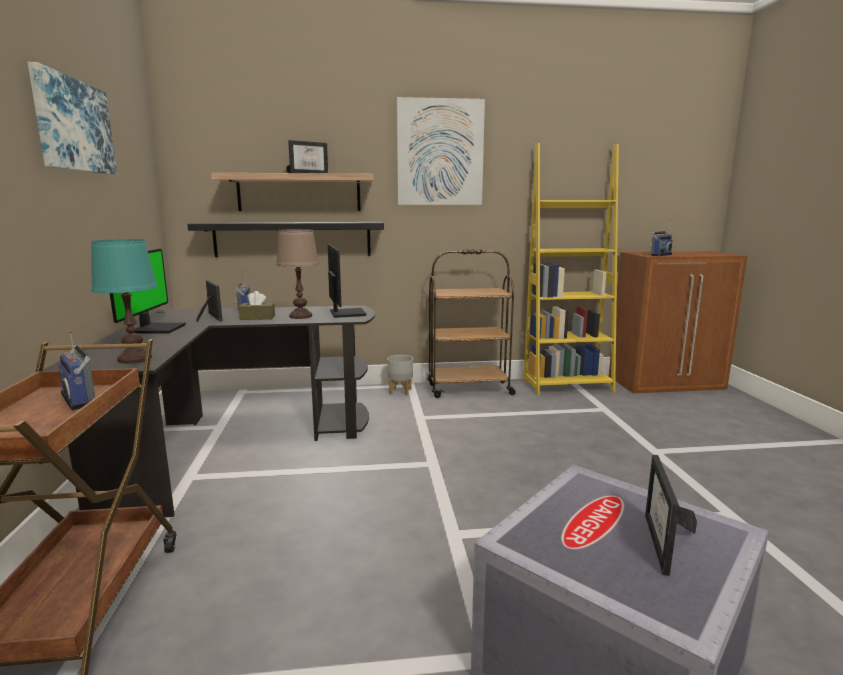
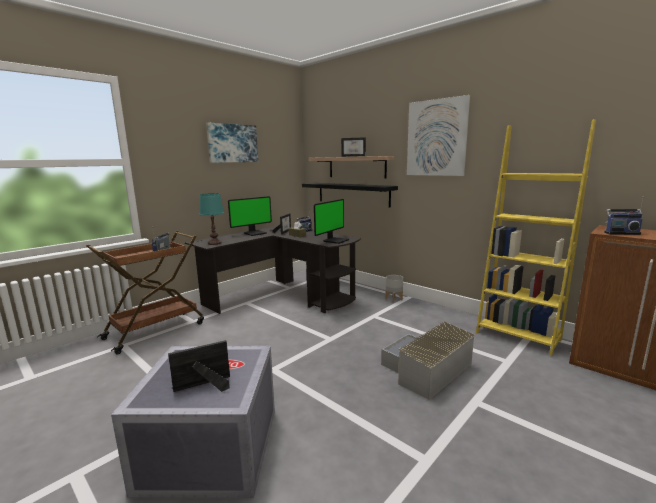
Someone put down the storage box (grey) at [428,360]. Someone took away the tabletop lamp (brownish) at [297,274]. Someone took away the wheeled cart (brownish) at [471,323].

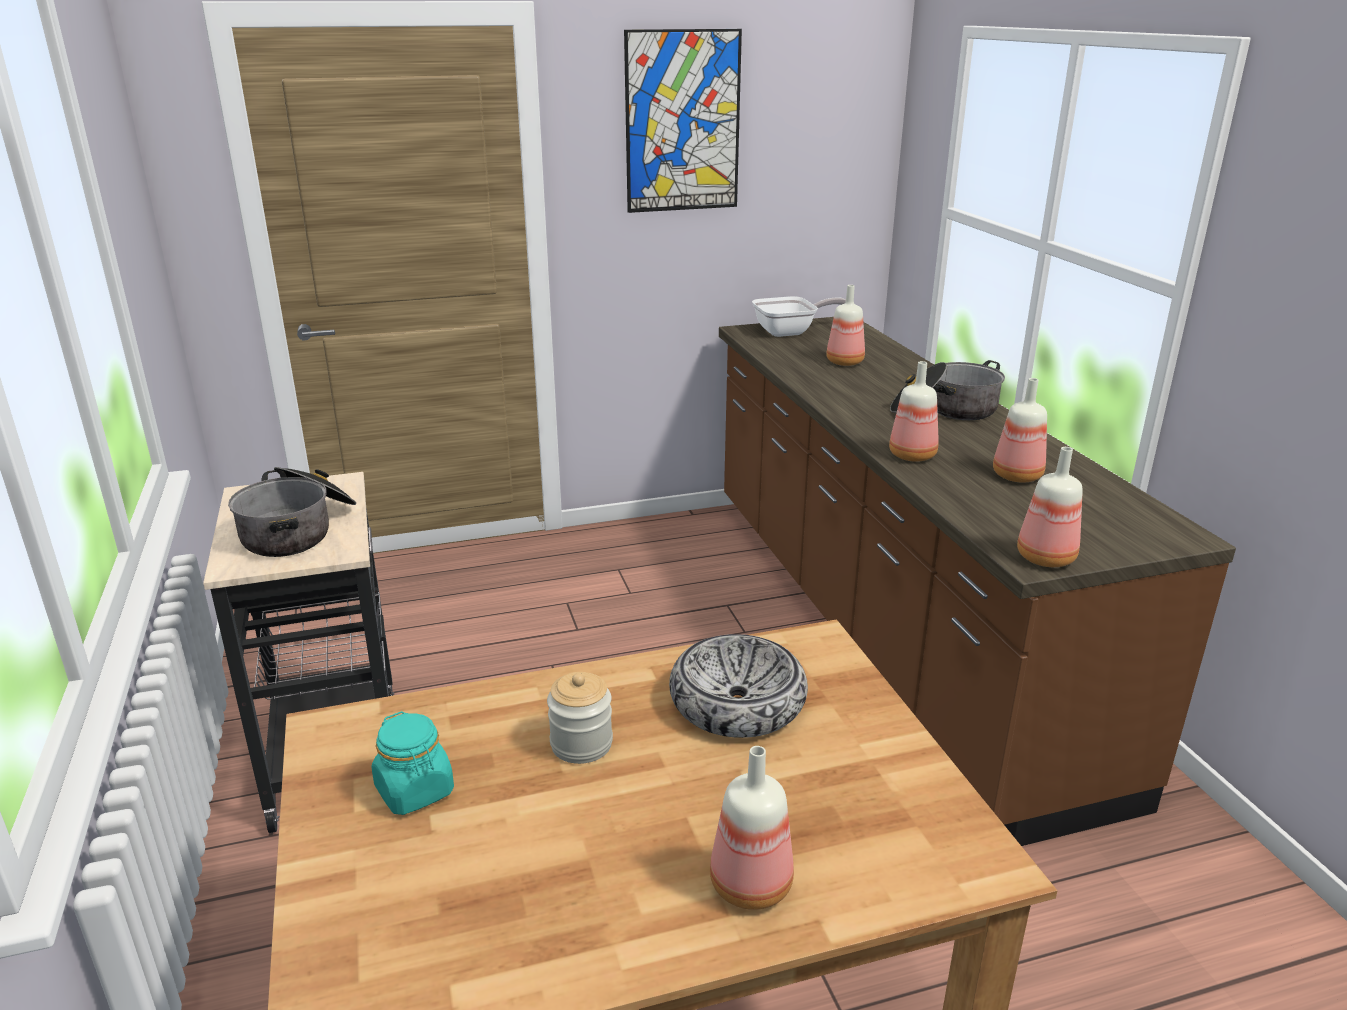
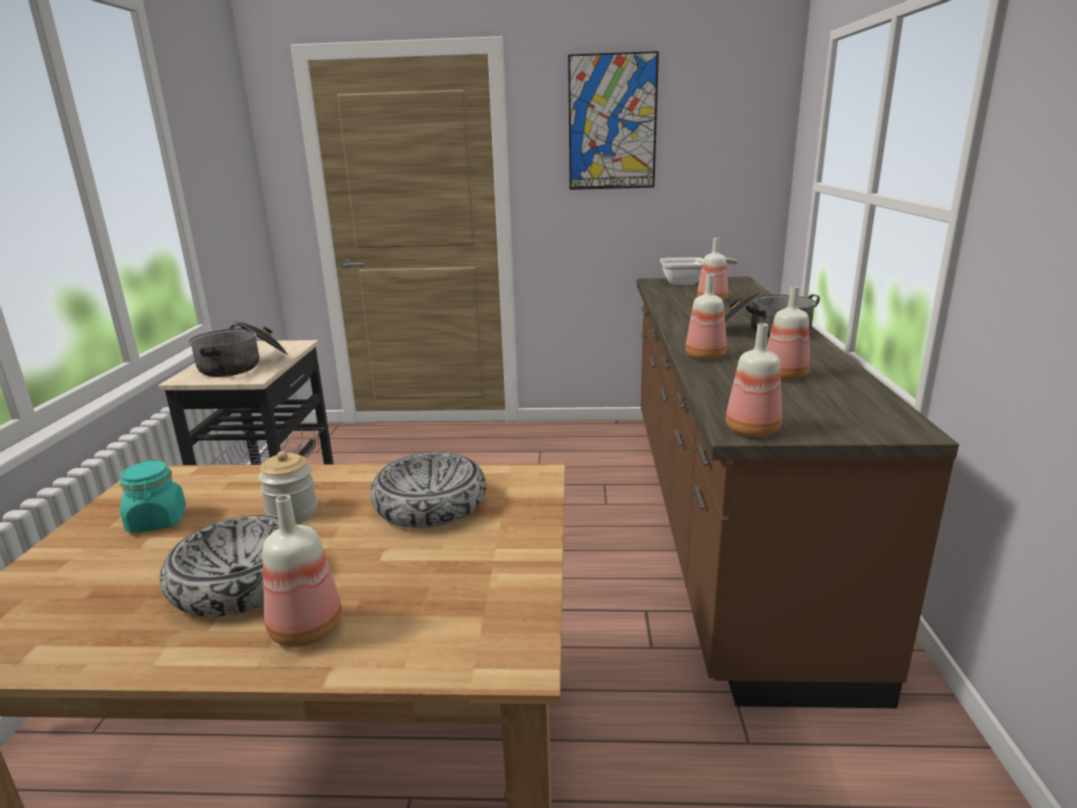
Someone put down the bowl at [220,566].

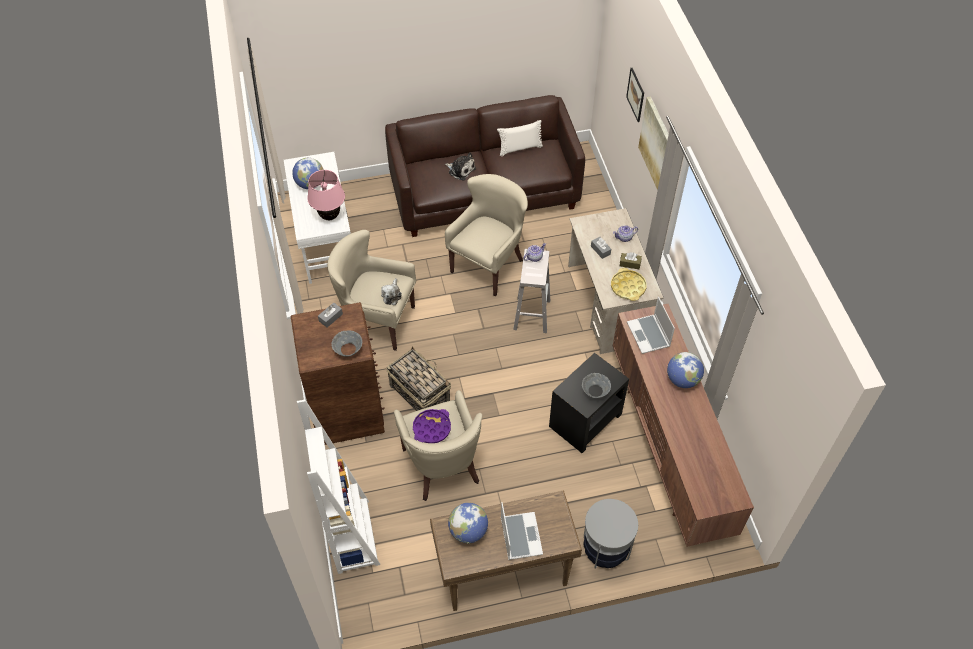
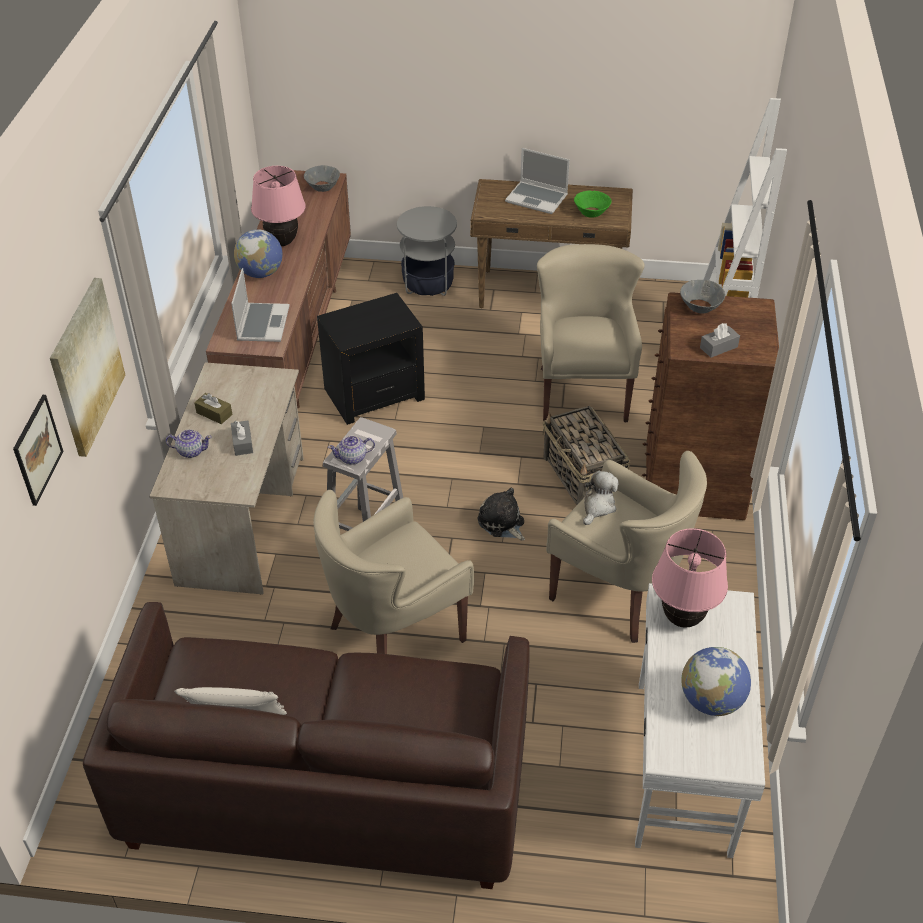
Someone put down the tabletop lamp (pink) at [278,206]. Someone carried the bowl (grey) from [596,385] to [322,178]. Someone carried the cuddly toy from [460,166] to [501,514]. Someone rotated the laptop at [522,531] by 75 degrees counterclockwise. Someone swapped the world globe at [468,523] for the bowl (green-coloured) at [593,204]. Someone took away the tray (purple) at [432,426]. Someone took away the tray (yellow-coloured) at [629,284].

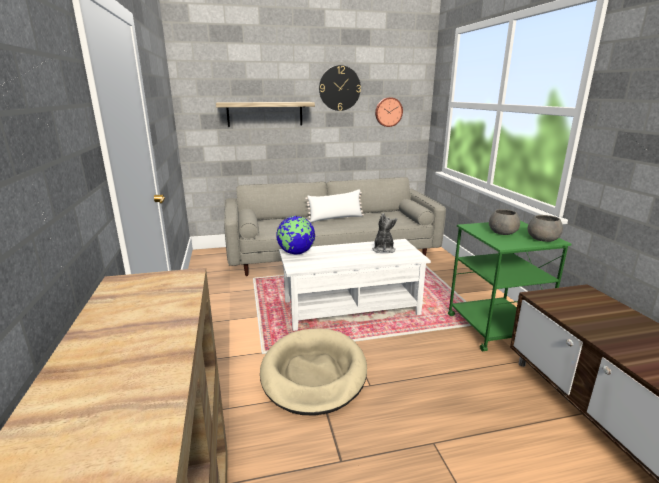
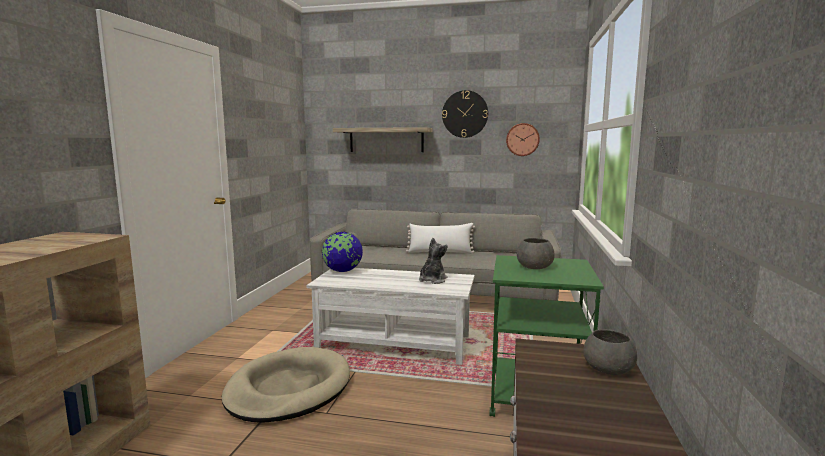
Someone carried the bowl (grey) from [545,228] to [610,352].

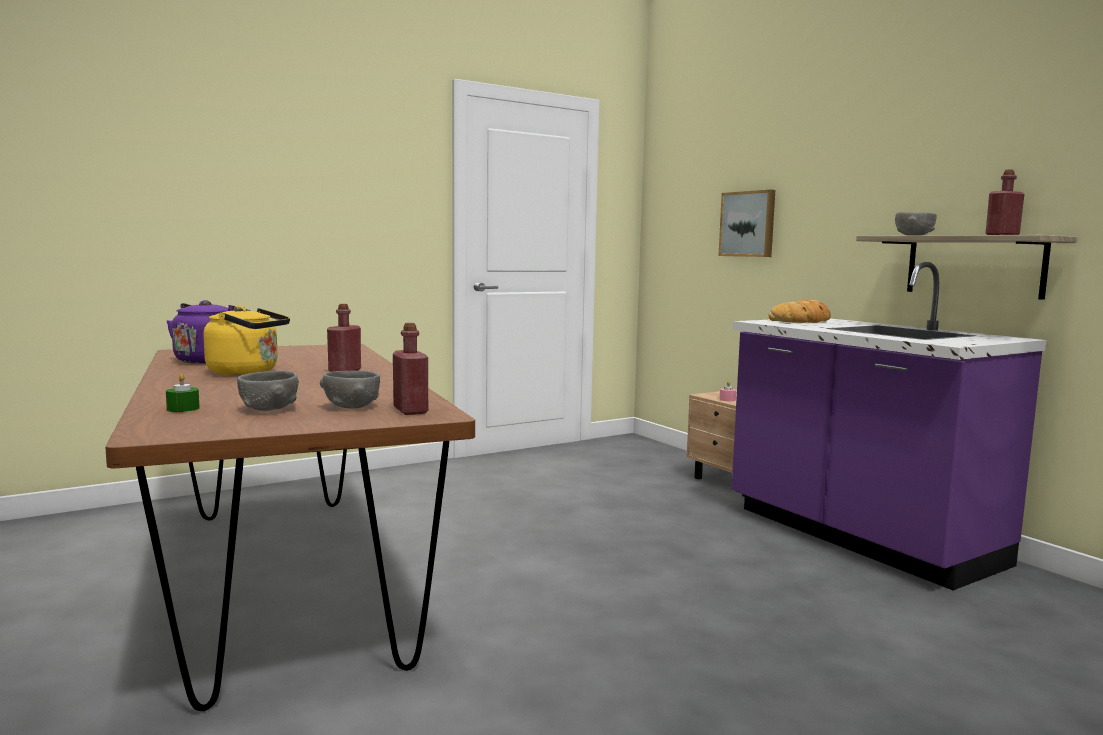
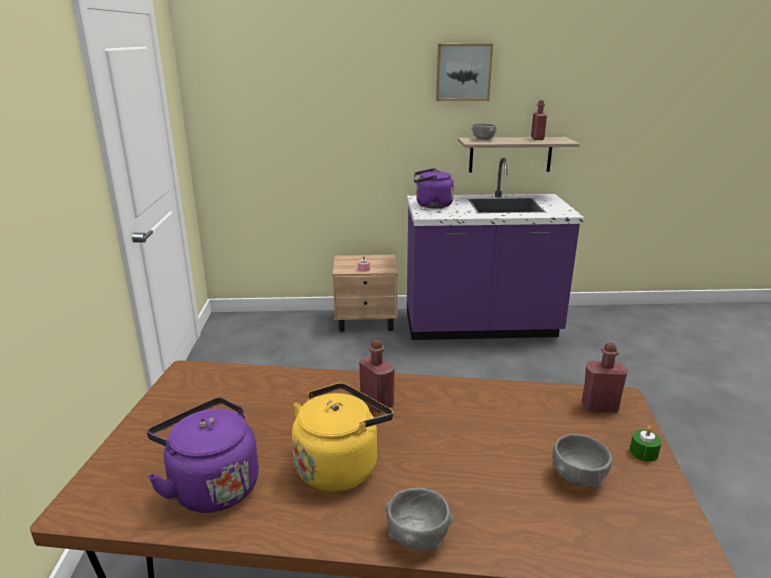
Someone carried the bowl (grey) from [350,389] to [419,519]. Someone swapped the bread at [799,311] for the tea kettle (purple) at [434,188]. Someone carried the wall art from [746,223] to [464,72]. Someone carried the wax light (green-coloured) from [183,393] to [646,444].

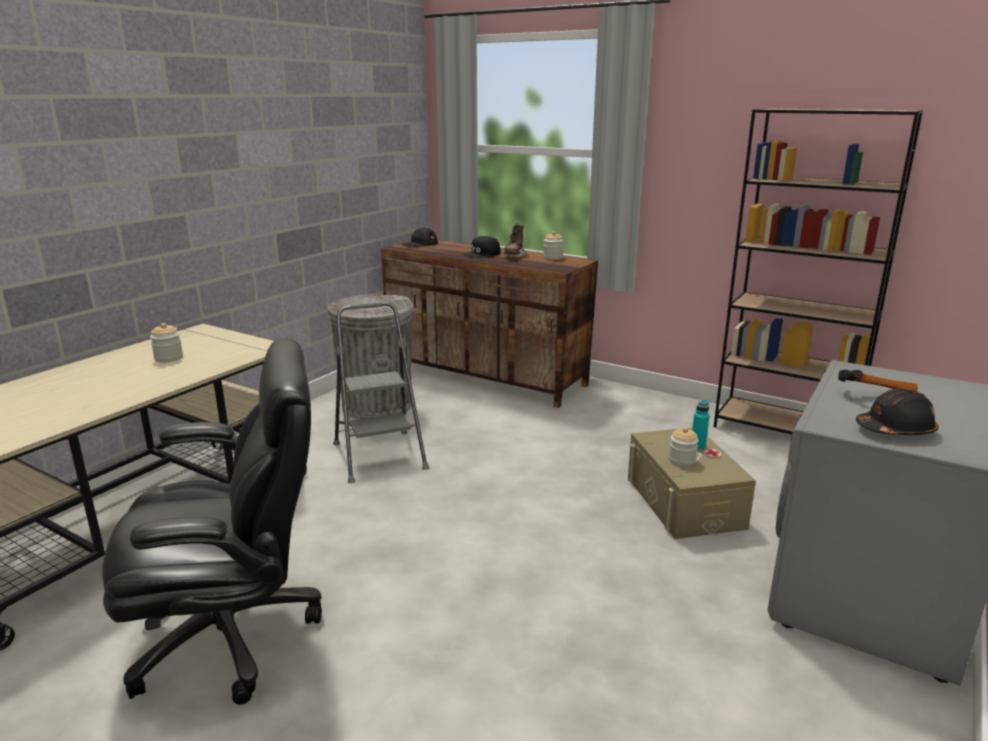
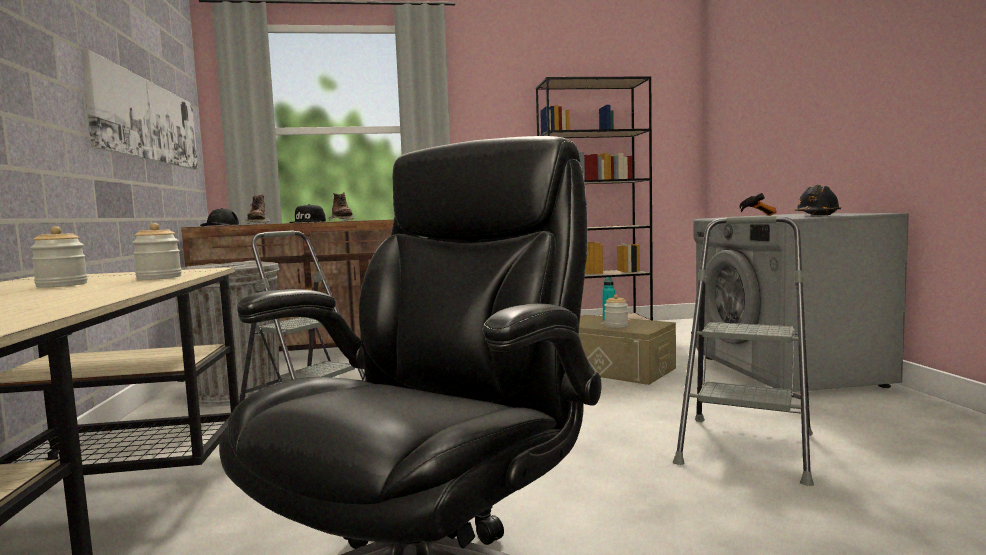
Someone put up the wall art at [139,109]. Someone carried the storage jar from [553,245] to [157,251]. Someone put down the boot (brownish) at [257,209]. Someone put down the stepladder (grey) at [743,351].

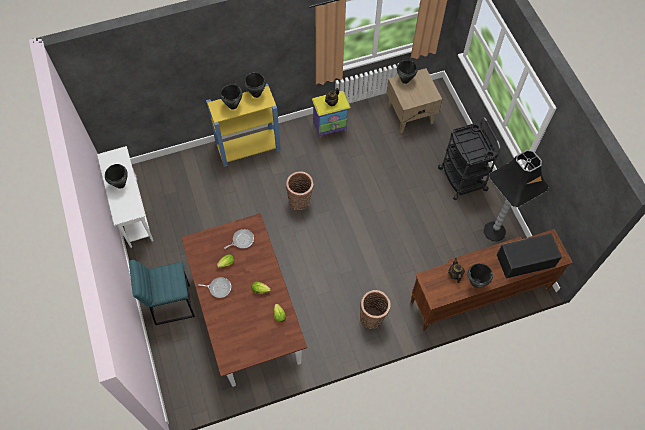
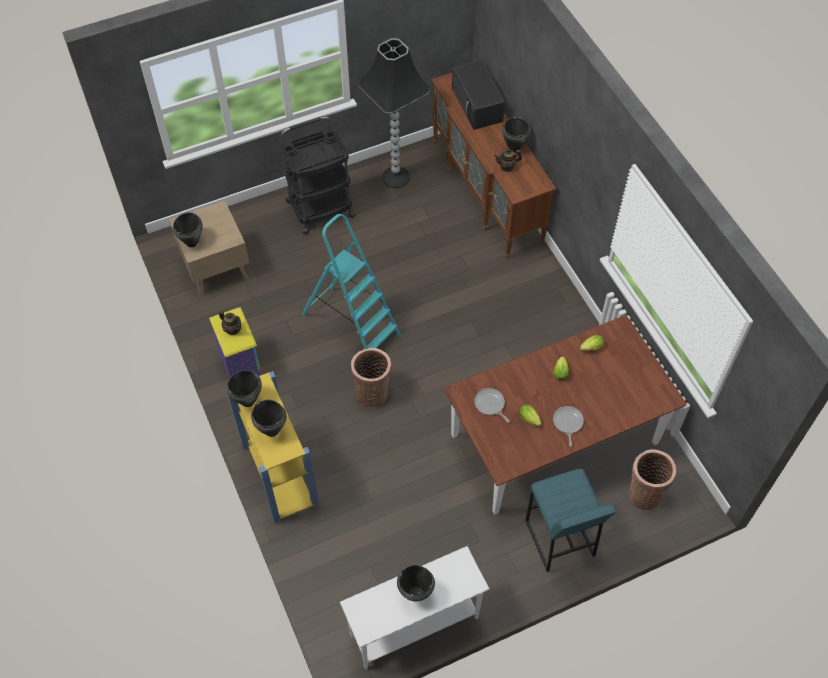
Someone put down the stepladder (blue-green) at [351,282]. Someone carried the basket from [375,309] to [652,480].

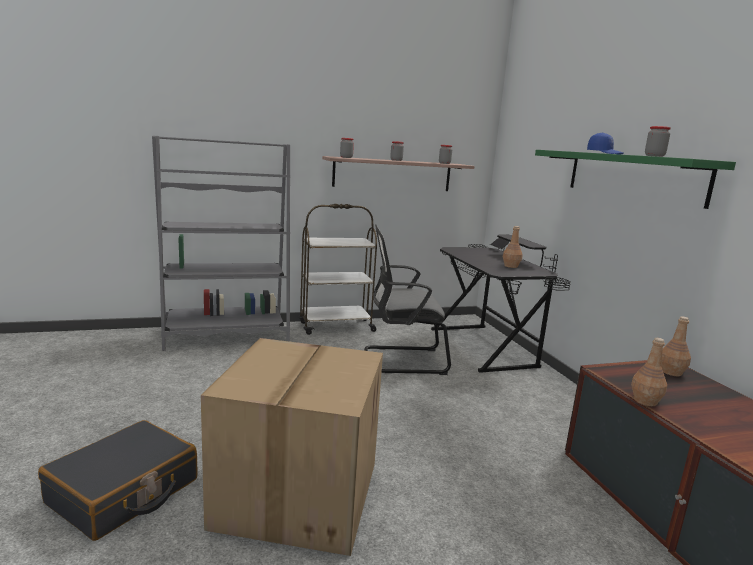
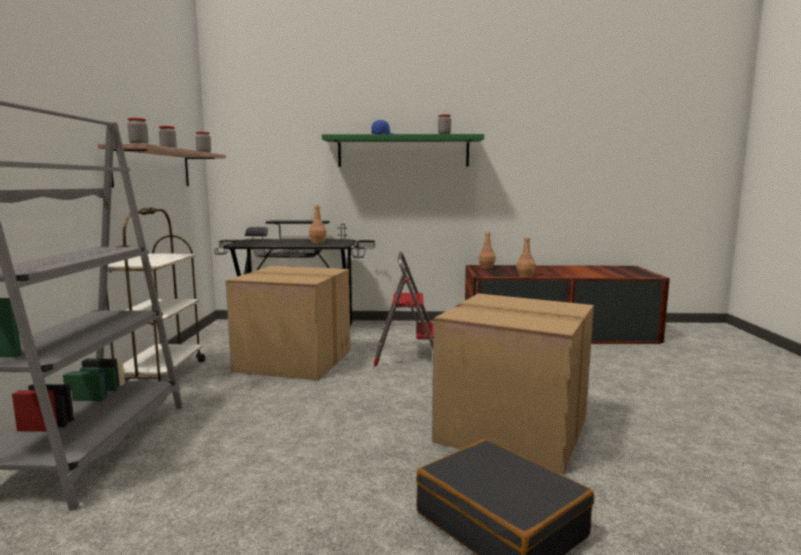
Someone swapped the chair at [407,299] for the packing box at [288,323]. Someone put down the stepladder (red-coloured) at [403,309].

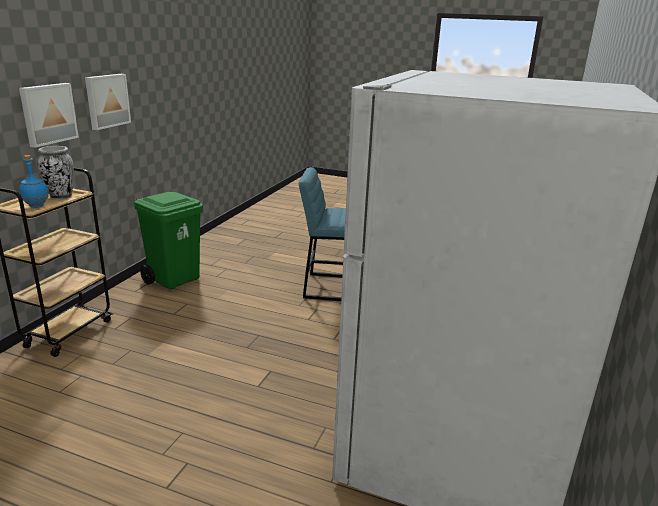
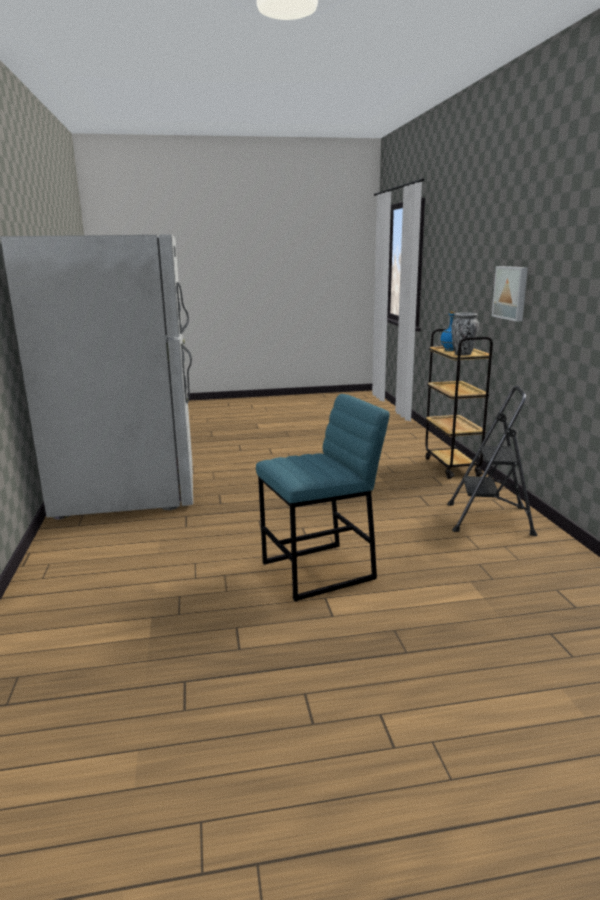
Someone swapped the trash can (green-coloured) at [168,240] for the stepladder (blackish) at [492,461]. Someone took away the wall art at [108,102].

